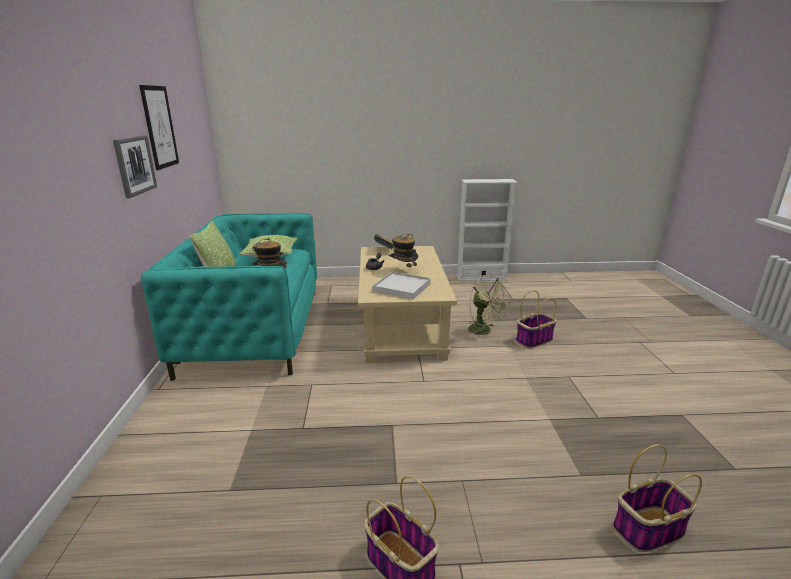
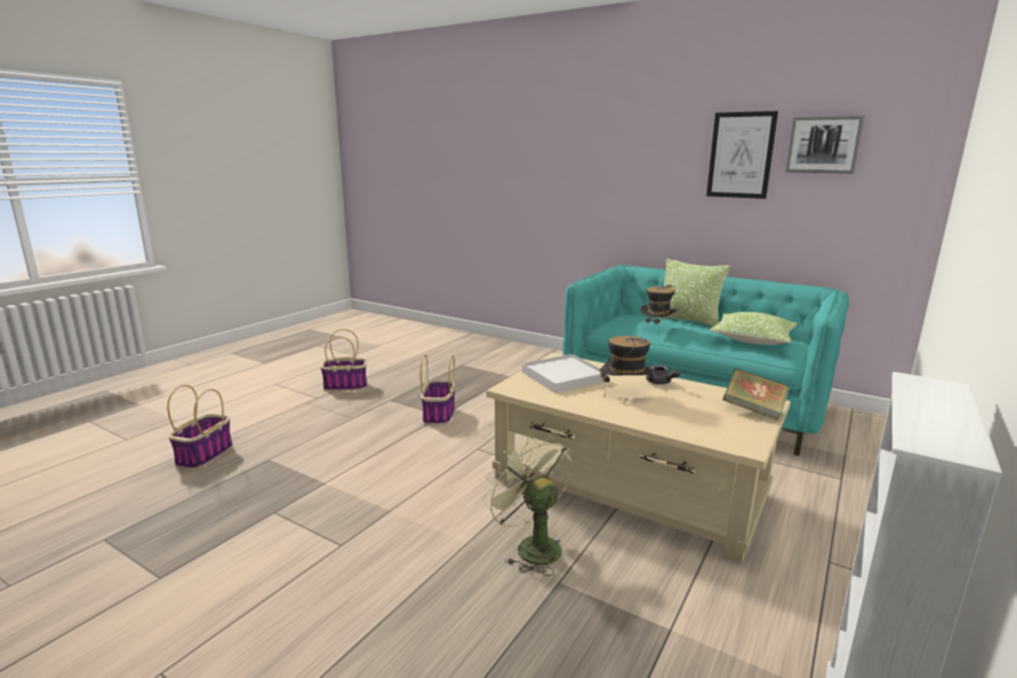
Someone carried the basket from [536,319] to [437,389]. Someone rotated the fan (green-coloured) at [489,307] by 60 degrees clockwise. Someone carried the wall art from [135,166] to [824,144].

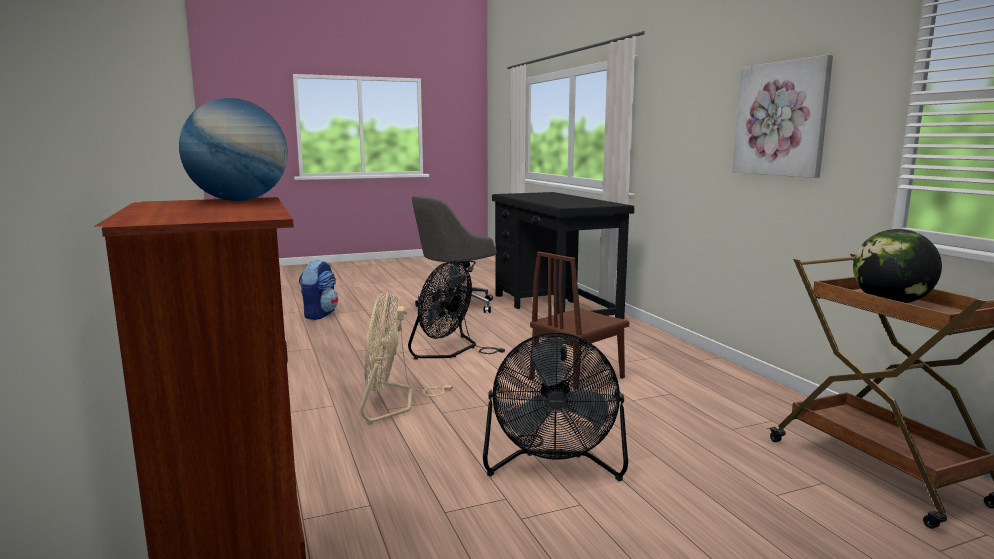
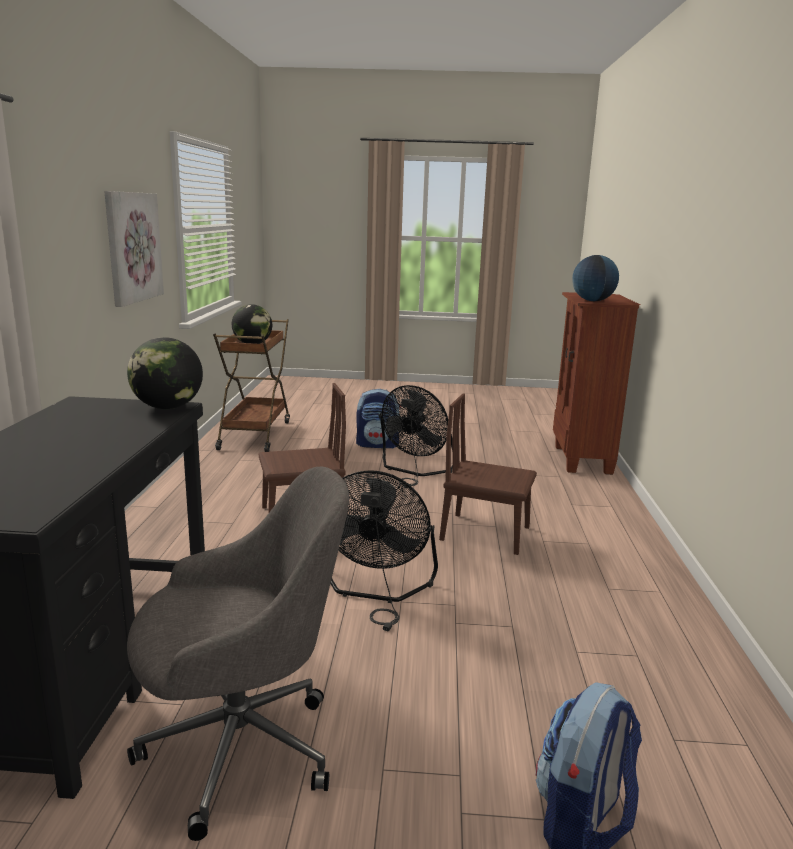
Someone put down the world globe at [165,373]. Someone rotated the fan (blackish) at [456,310] by 135 degrees counterclockwise. Someone put down the rucksack at [378,419]. Someone swapped the fan (sand-coloured) at [406,358] for the chair (brownish) at [488,474].

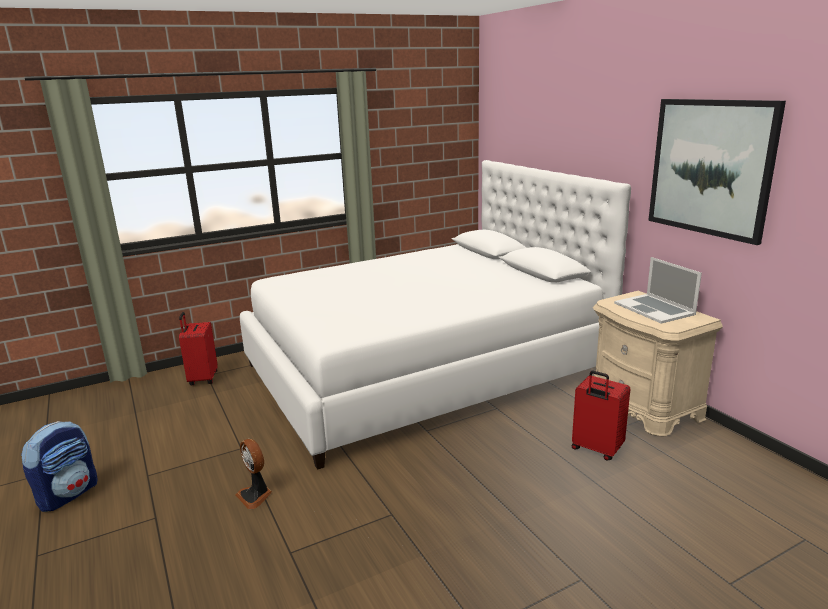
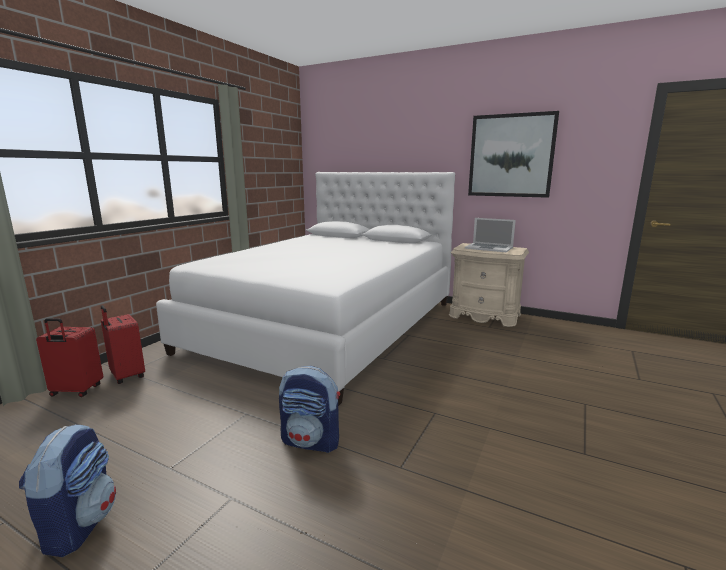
Someone carried the suitcase (red-coloured) from [601,416] to [69,357]. Someone swapped the fan at [253,474] for the rucksack at [309,409].

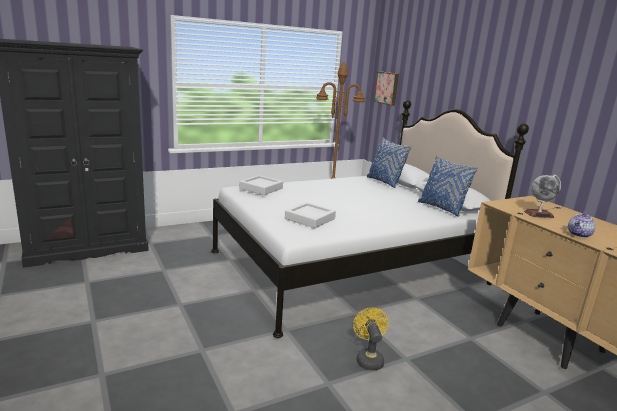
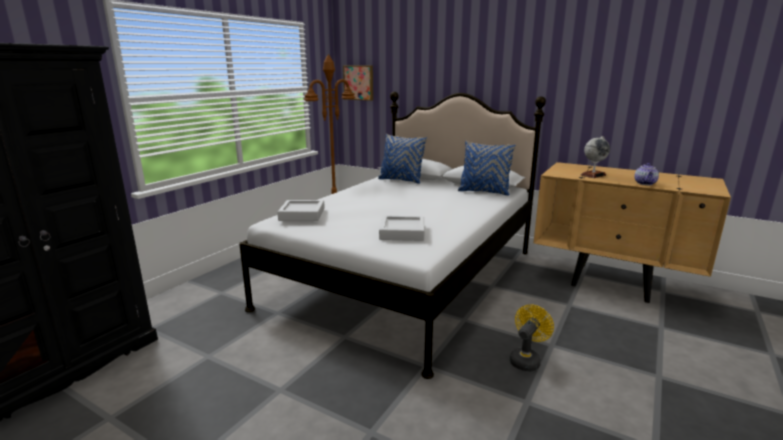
Someone rotated the fan (yellow-coloured) at [371,339] by 75 degrees clockwise.

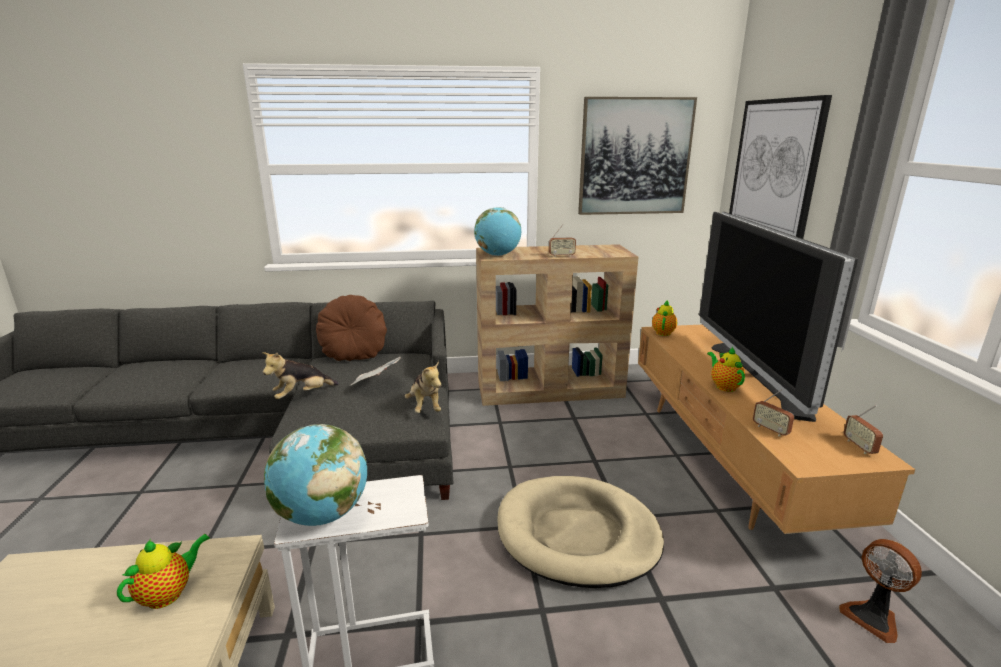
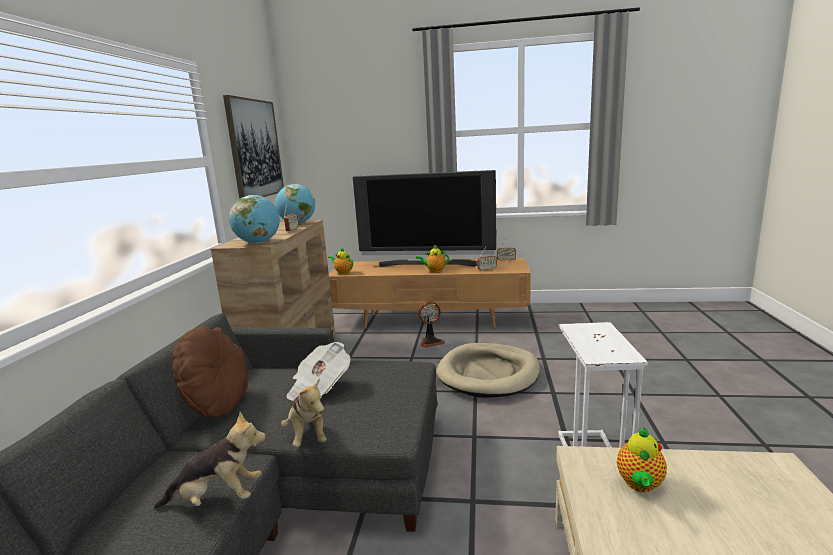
Someone carried the cuddly toy from [423,387] to [210,460]. Someone carried the world globe from [315,475] to [295,204]. Someone carried the fan from [880,591] to [431,324]. Someone rotated the pot for tea at [163,571] by 120 degrees counterclockwise. Someone took away the wall art at [780,167].

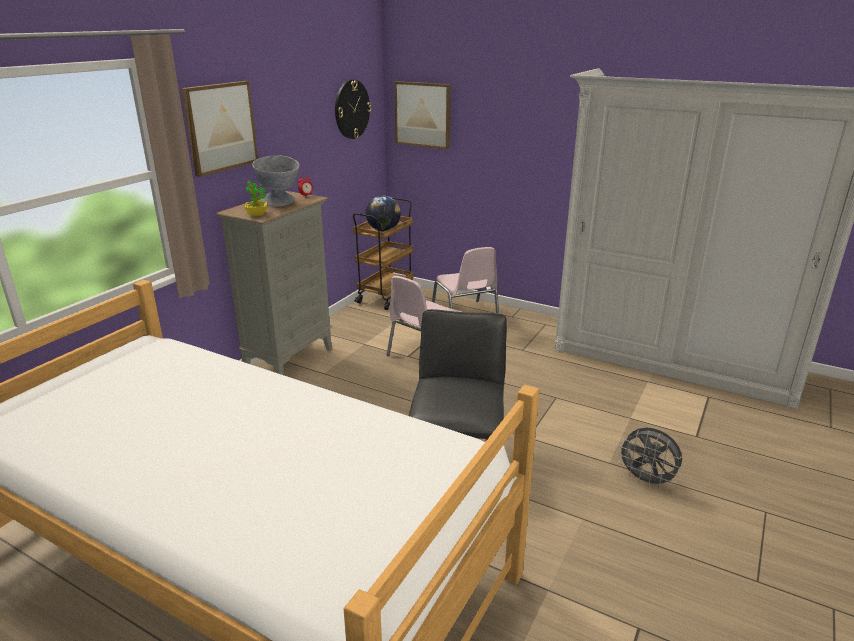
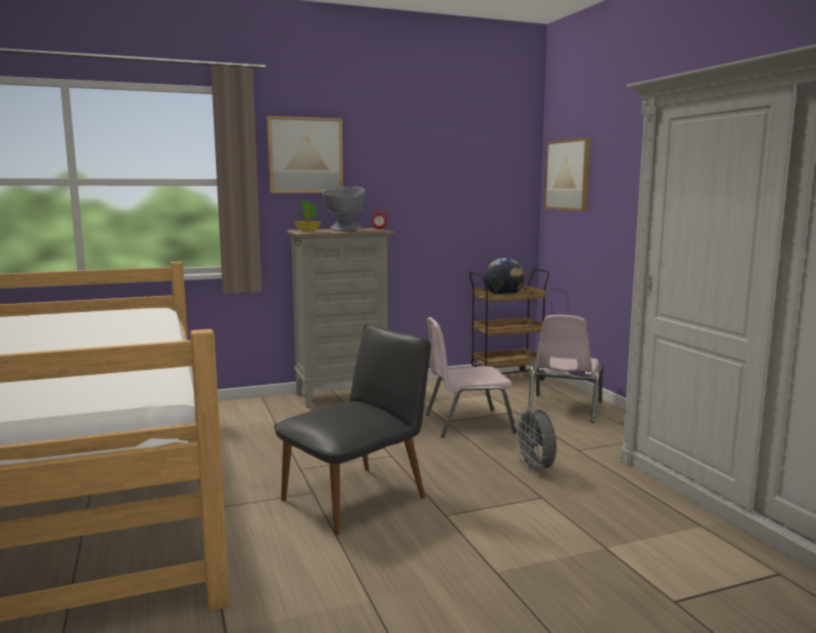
Someone carried the fan (grey) from [650,458] to [535,440]. Someone took away the hanging clock at [353,109].

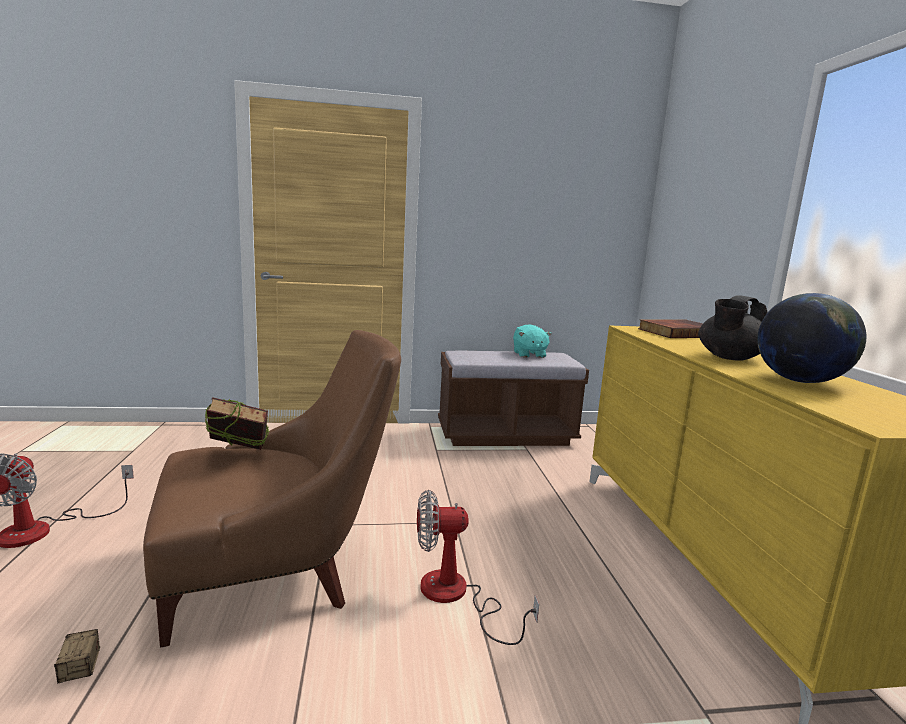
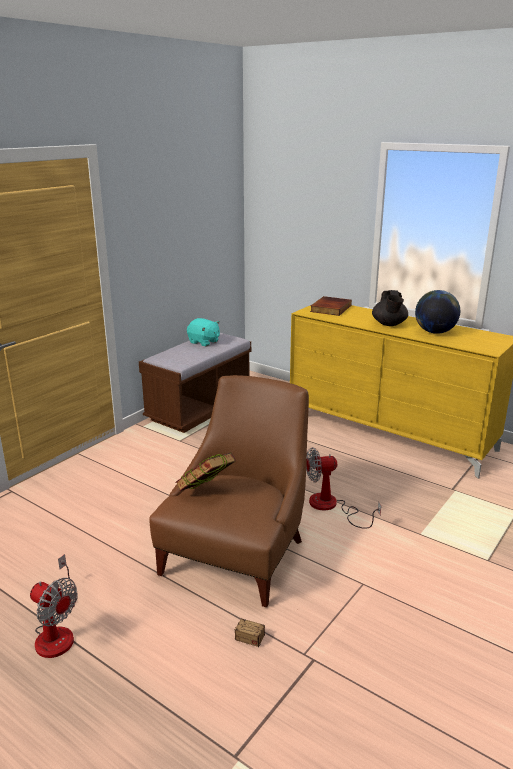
Someone rotated the fan at [478,567] by 45 degrees clockwise.

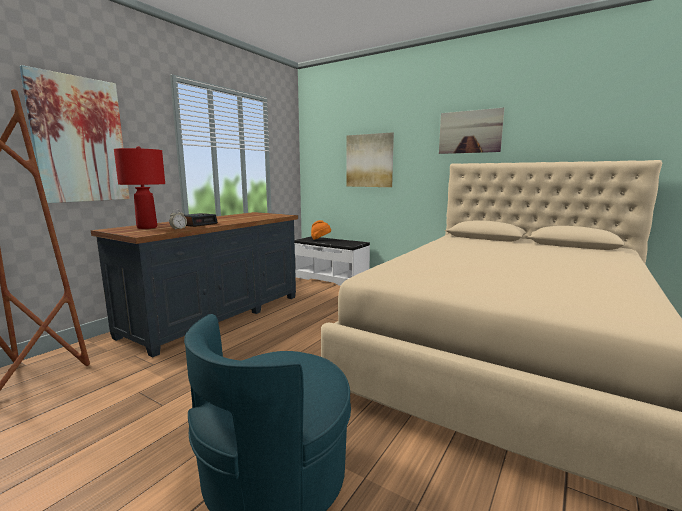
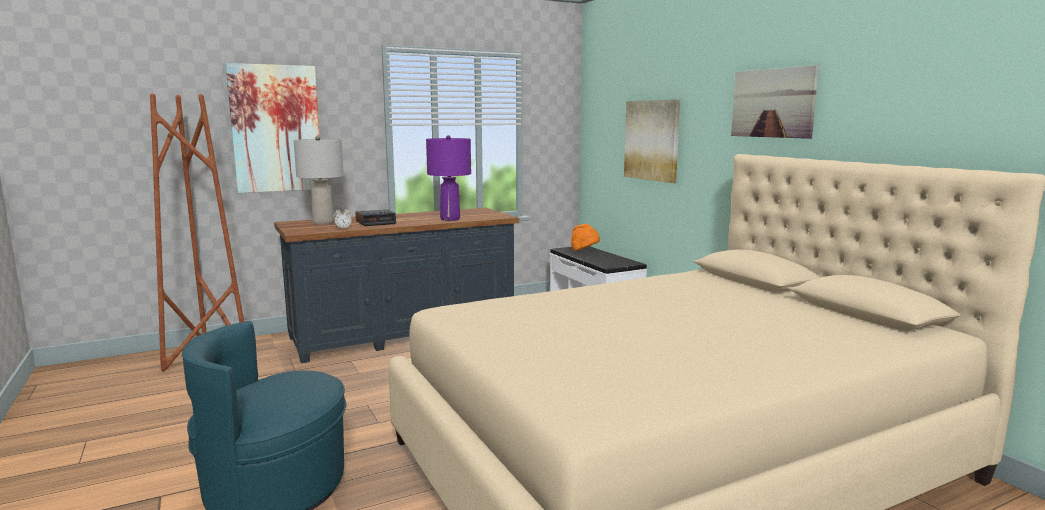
Someone repainted the tabletop lamp (red-coloured) at [139,187], which became the tabletop lamp (grey) at [319,180]. Someone put down the tabletop lamp (purple) at [448,178].

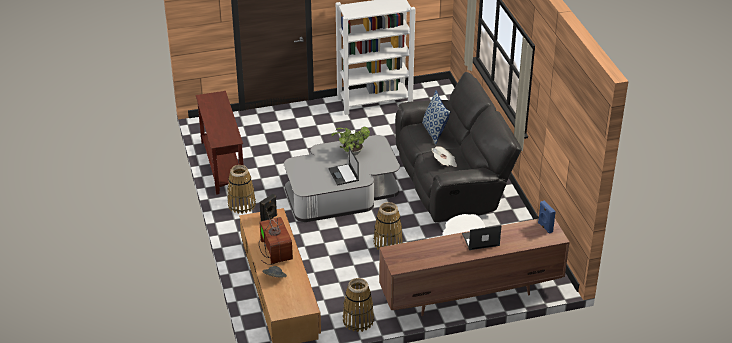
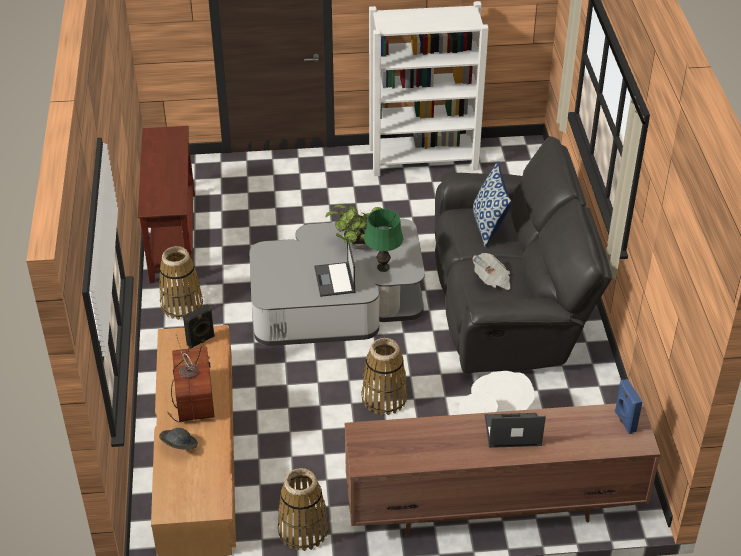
Someone put down the tabletop lamp (green-coloured) at [383,240].

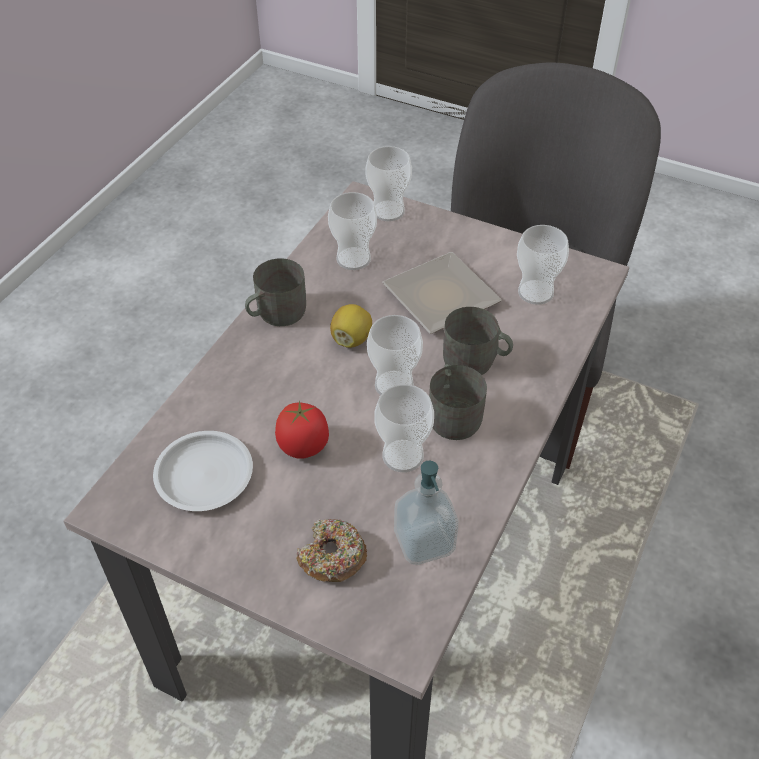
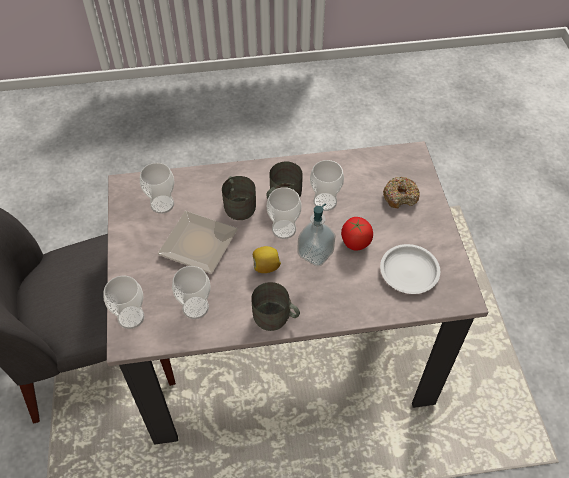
Someone carried the soap bottle from [426,513] to [316,235].

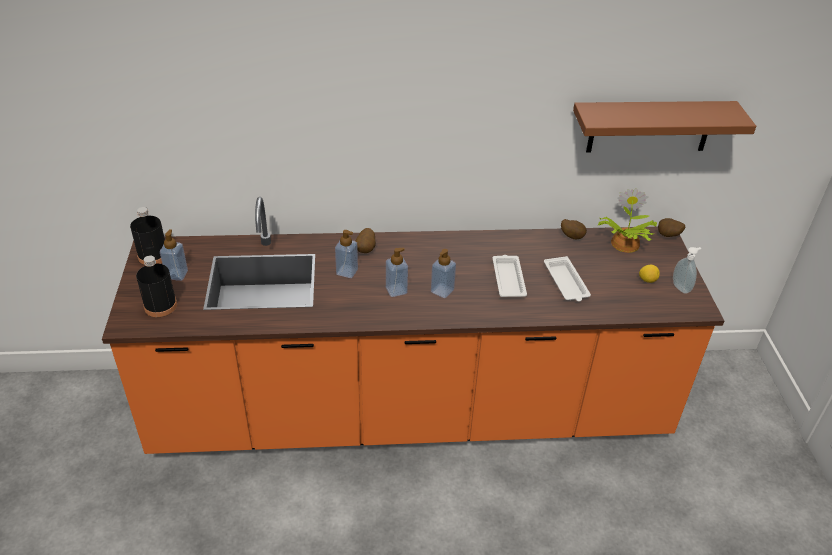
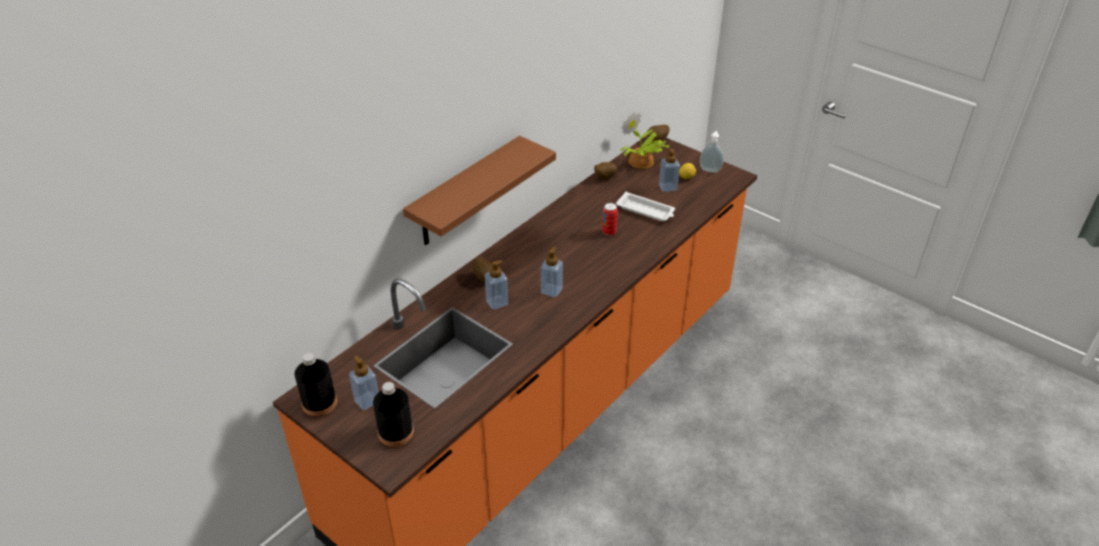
Someone carried the wall shelf (brownish) from [664,126] to [479,190]. Someone swapped the tray (white-coloured) at [509,276] for the sealed can at [610,219]. Someone carried the soap bottle from [443,273] to [669,170].

